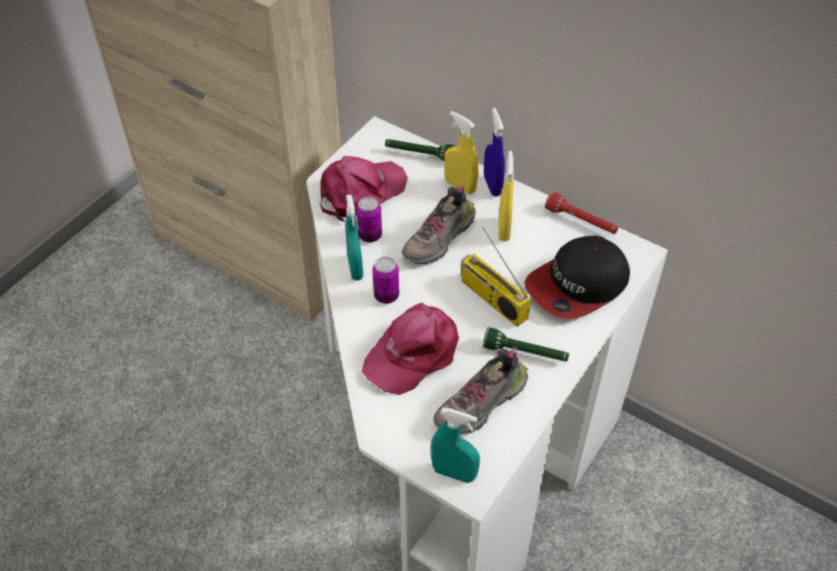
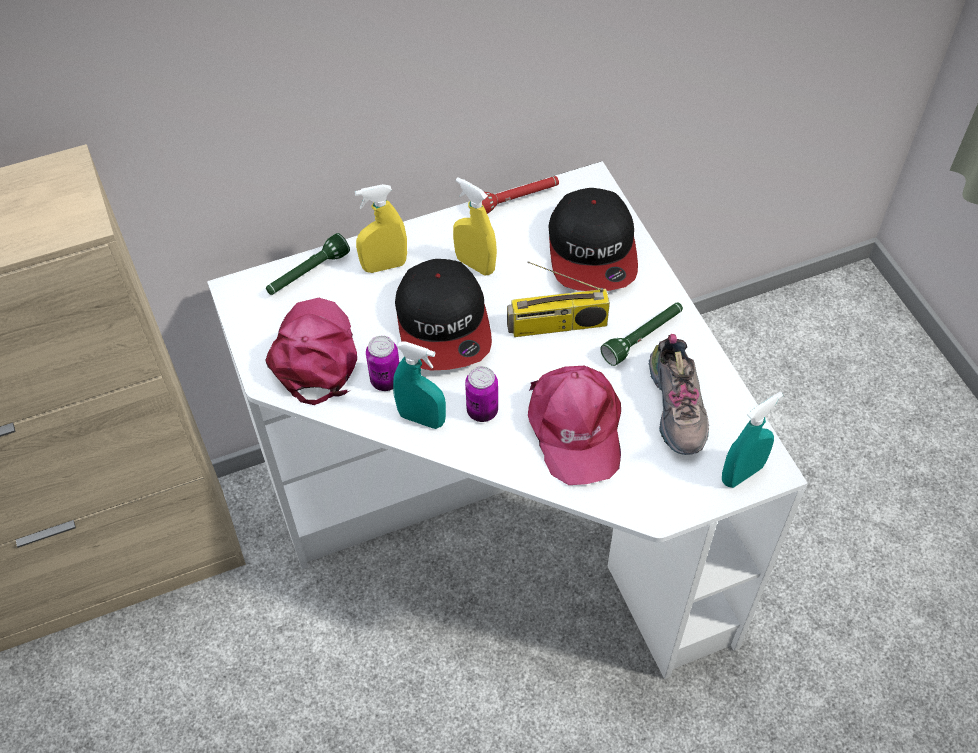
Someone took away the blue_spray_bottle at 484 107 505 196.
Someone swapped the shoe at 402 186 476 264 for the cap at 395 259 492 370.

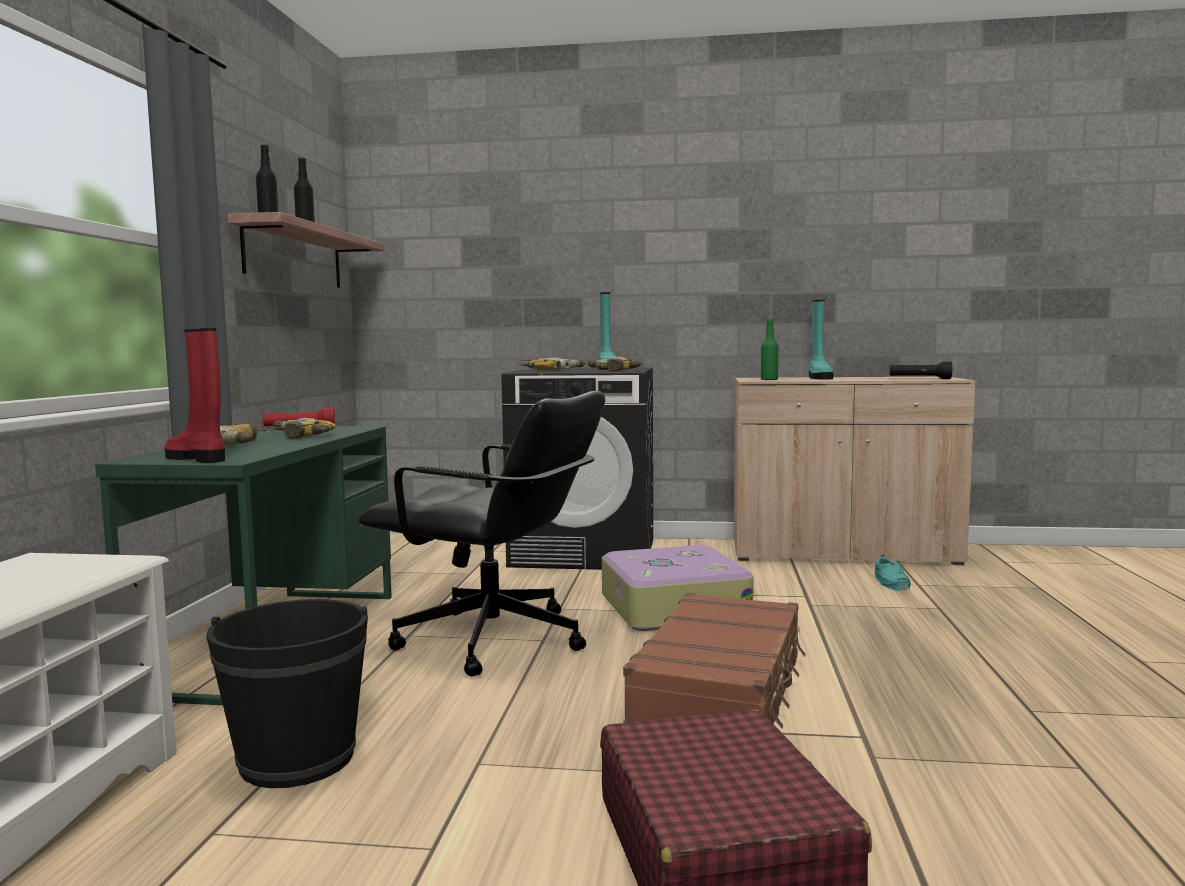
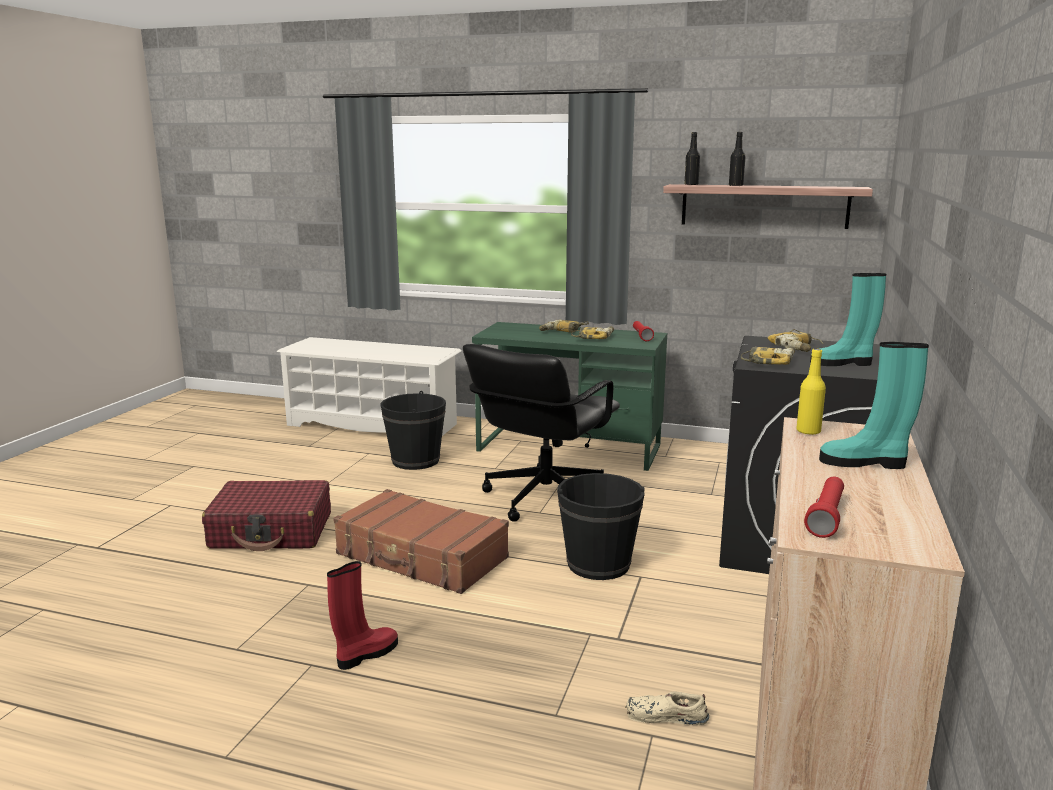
Someone repainted the green_bottle at 761 318 778 381, which became the yellow_bottle at 796 349 826 435.
Someone carried the red_boot from 165 328 225 463 to 327 561 398 670.
Someone repainted the black_flashlight at 890 361 952 379, which became the red_flashlight at 804 477 844 538.
Someone swapped the suitcase at 602 545 754 631 for the black_bucket at 557 473 645 580.
Someone repainted the turquoise_shoe at 874 554 911 591, which became the beige_shoe at 625 691 709 726.

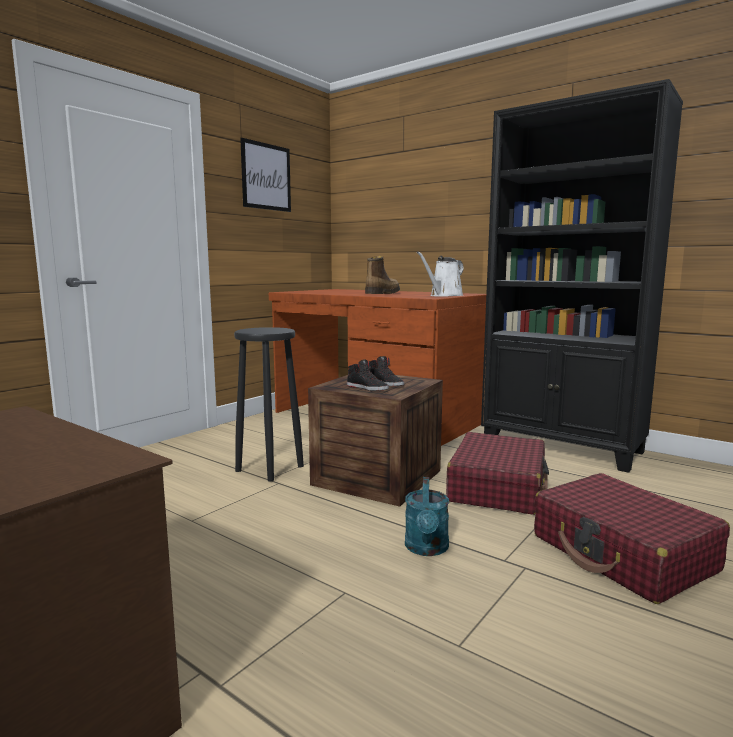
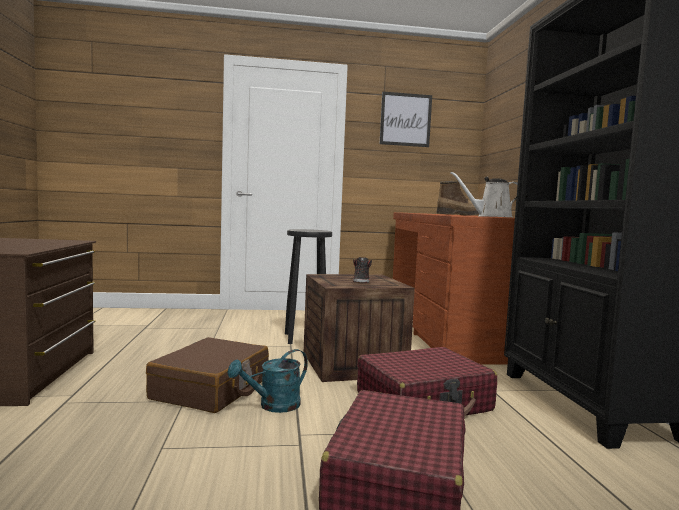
Someone took away the black_shoe at 347 360 389 391.
Someone put down the brown_suitcase at 146 337 269 413.

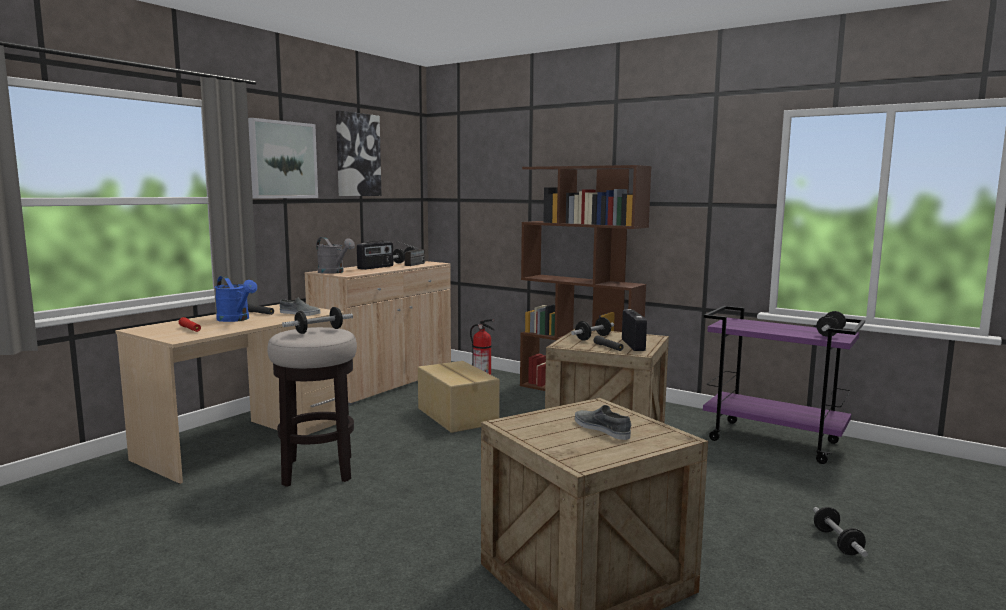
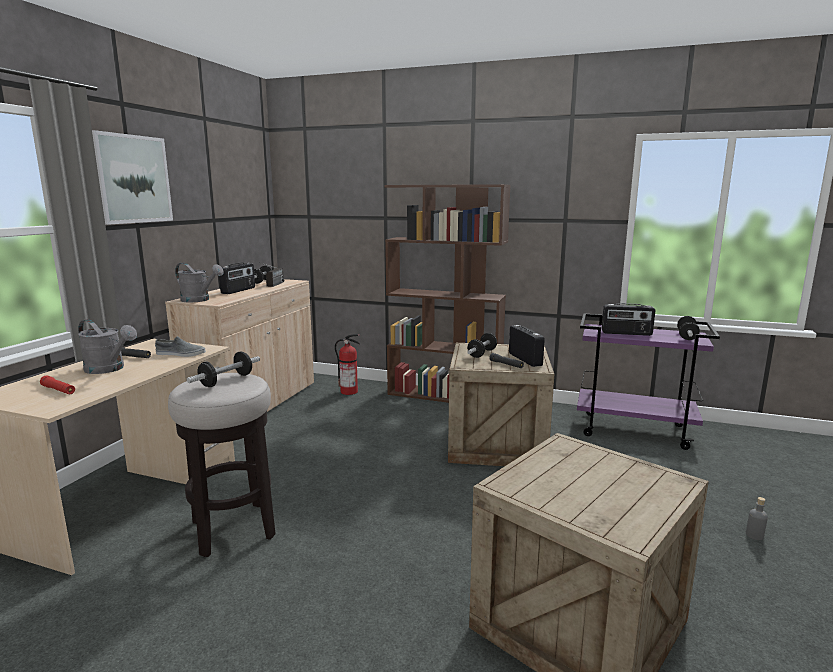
Someone took away the picture at 336 111 381 196.
Someone repainted the blue_watering_can at 215 276 257 322, which became the grey_watering_can at 78 319 137 374.
Someone took away the cardboard_box at 418 361 500 433.
Someone took away the grey_shoe at 575 405 631 440.
Someone swapped the dumbbell at 813 507 868 557 for the grey_bottle at 746 497 768 540.
Someone put down the radio at 602 303 655 336.

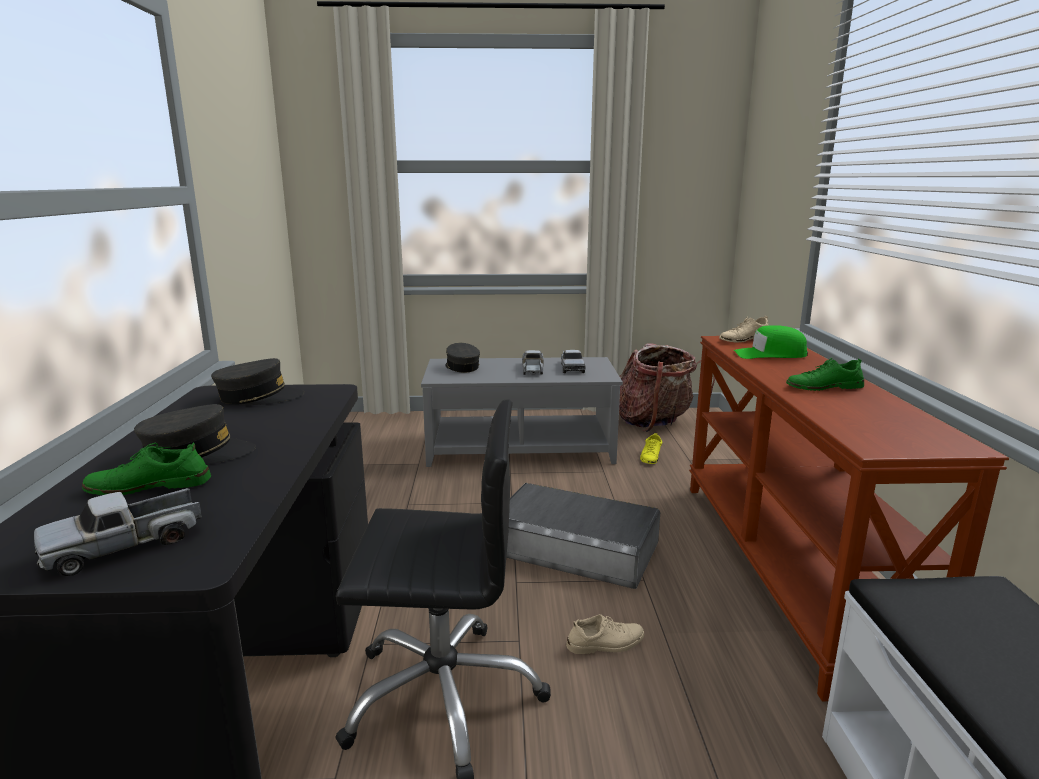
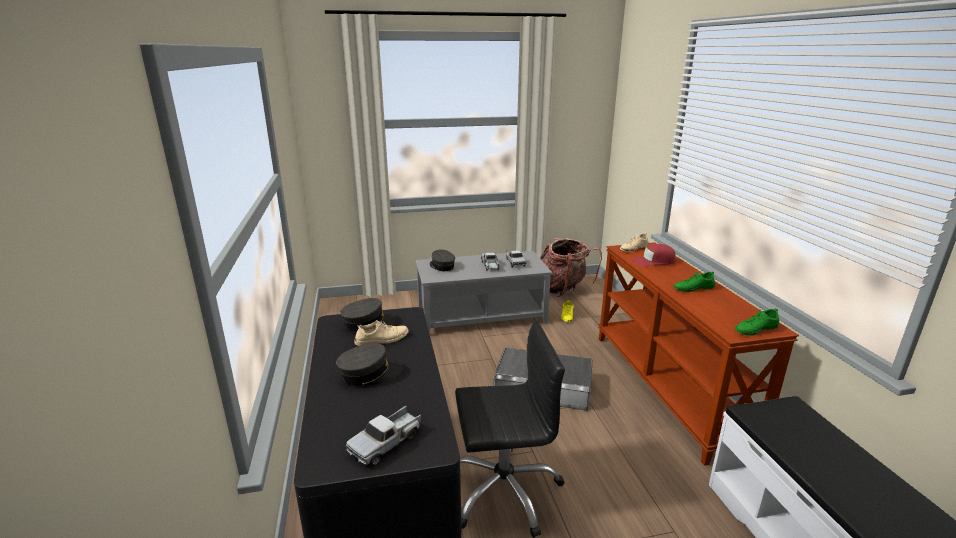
Someone repainted the green_cap at 733 325 808 359, which became the red_cap at 632 244 676 266.
Someone carried the green_shoe from 82 443 211 495 to 735 308 779 336.
Someone carried the beige_shoe from 566 614 644 654 to 354 320 409 346.

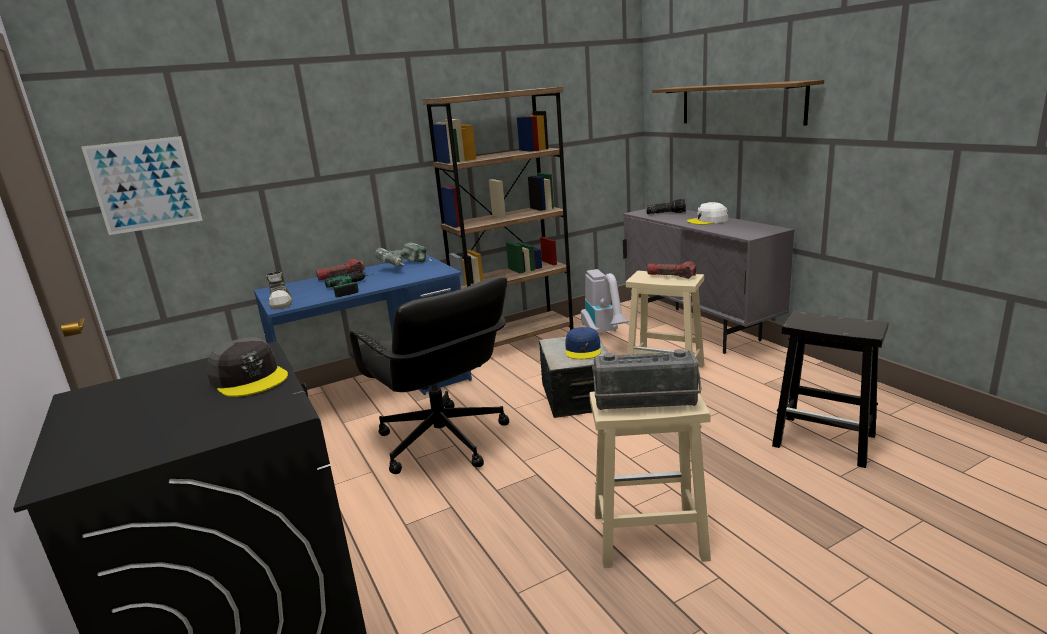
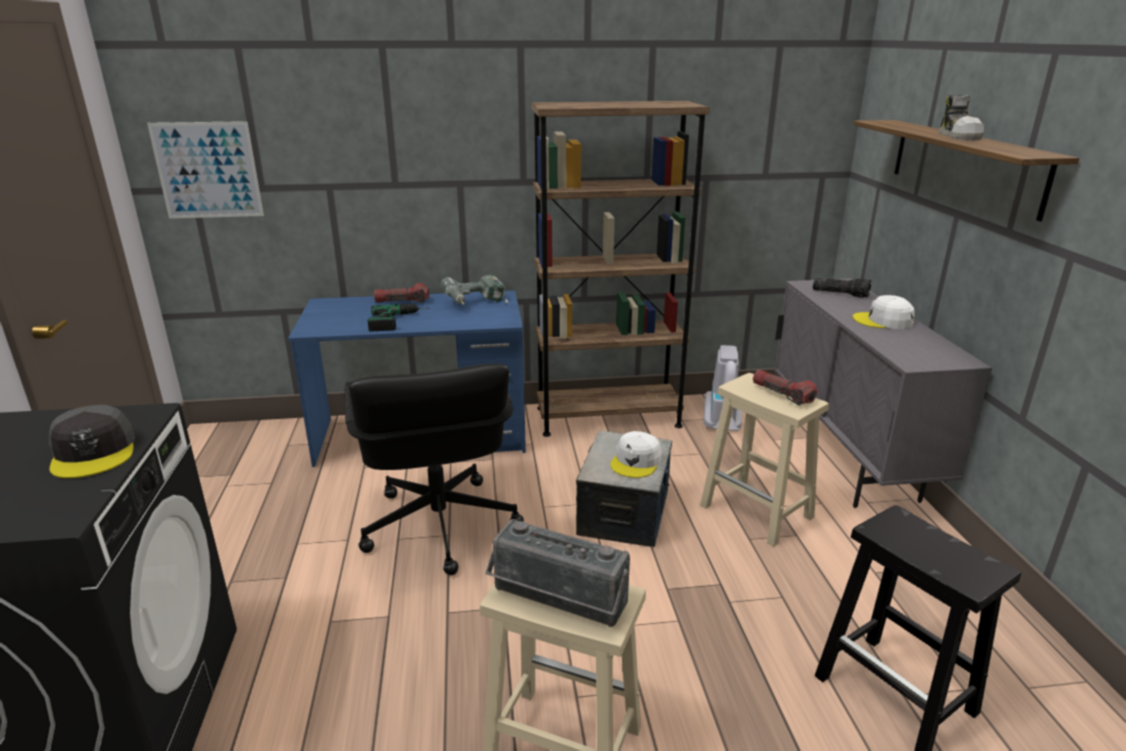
Someone carried the shoe from 266 272 292 309 to 939 95 984 140.
Someone repainted the blue_cap at 565 327 601 359, which became the white_cap at 610 431 662 478.

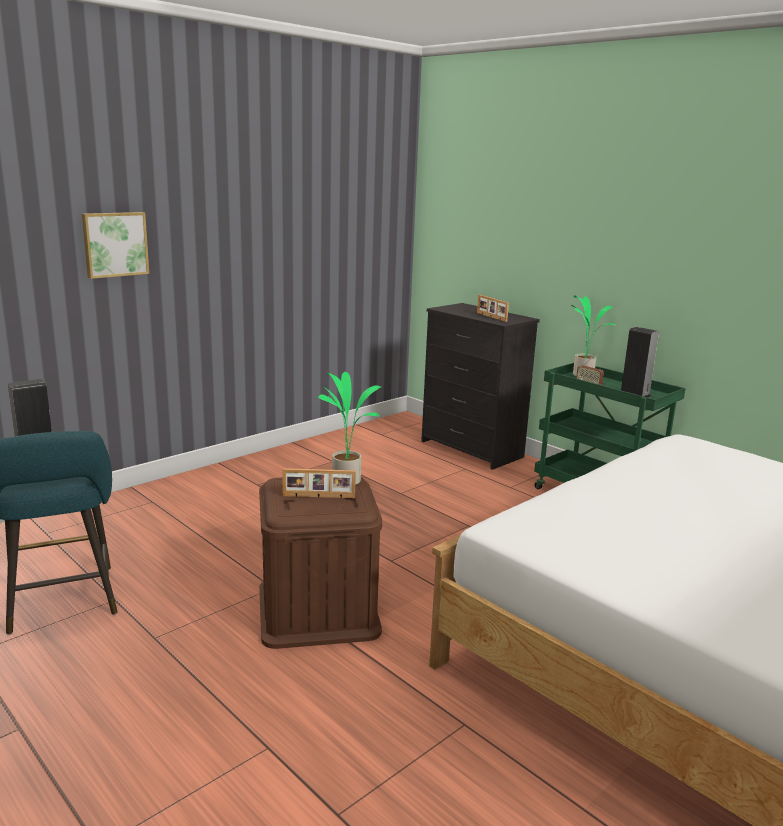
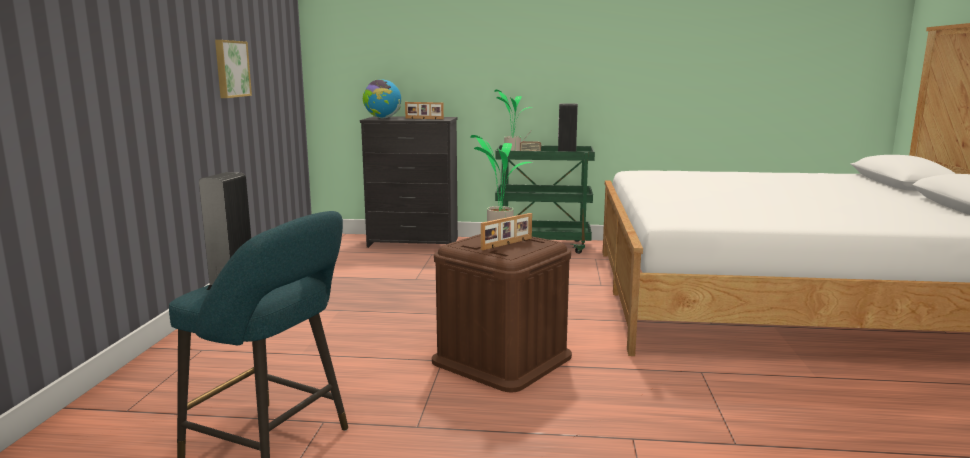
Someone carried the picture from 82 212 149 279 to 215 40 252 98.
Someone put down the globe at 363 80 401 118.

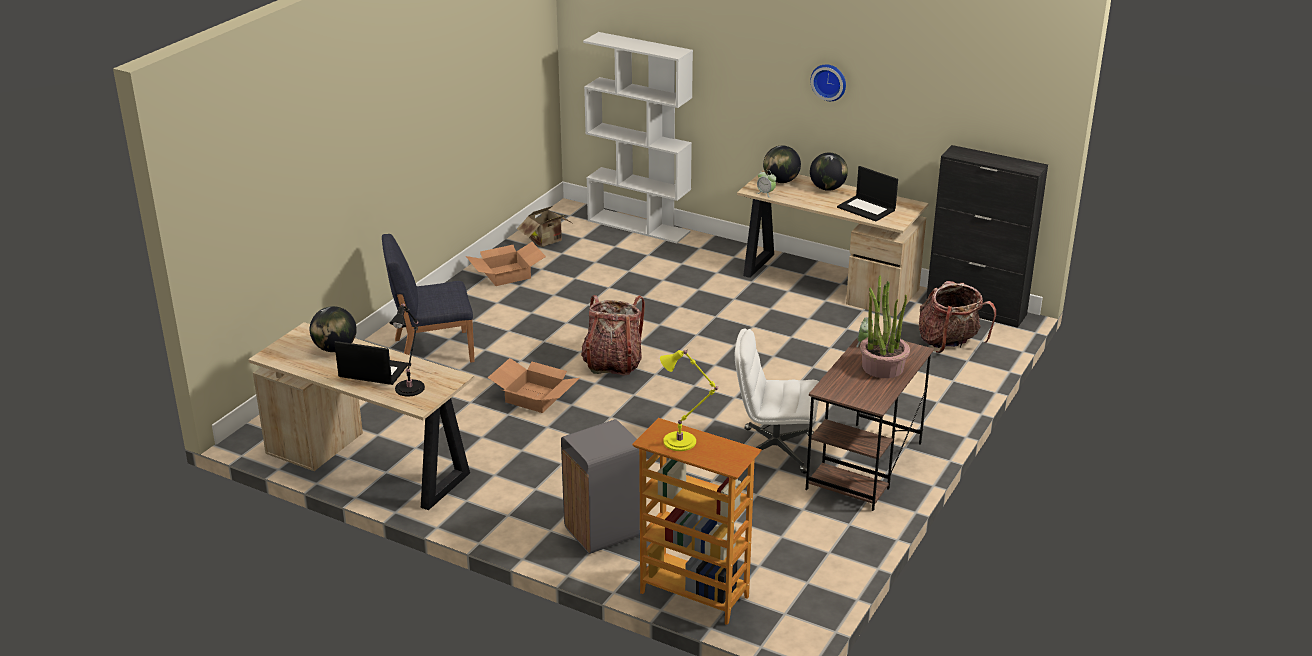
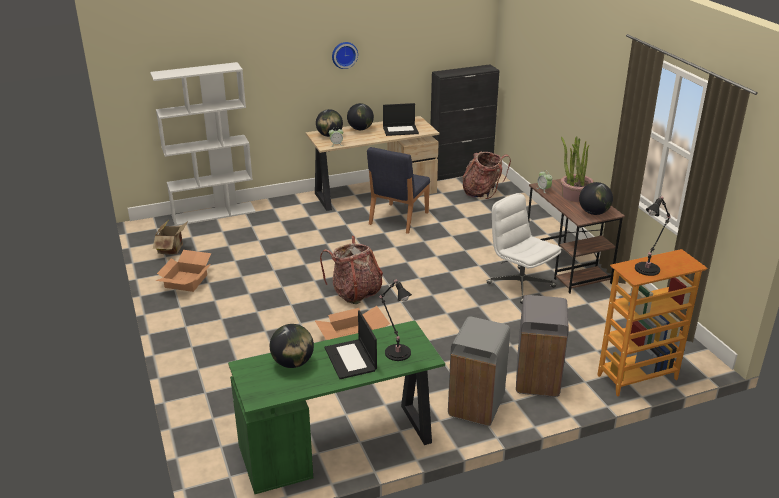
Someone carried the blue_chair from 382 234 475 363 to 367 147 430 234.
Someone repainted the beige_desk at 248 322 475 510, which became the green_desk at 228 320 445 494.
Someone rotated the white_office_chair at 735 329 819 474 by 90 degrees clockwise.
Someone rotated the laptop at 334 341 407 385 by 75 degrees counterclockwise.
Someone repainted the yellow_table_lamp at 660 350 718 451, which became the black_table_lamp at 635 196 671 276.
Someone put down the globe at 579 182 613 215.
Someone put down the grey_trash_can at 448 317 510 426.

